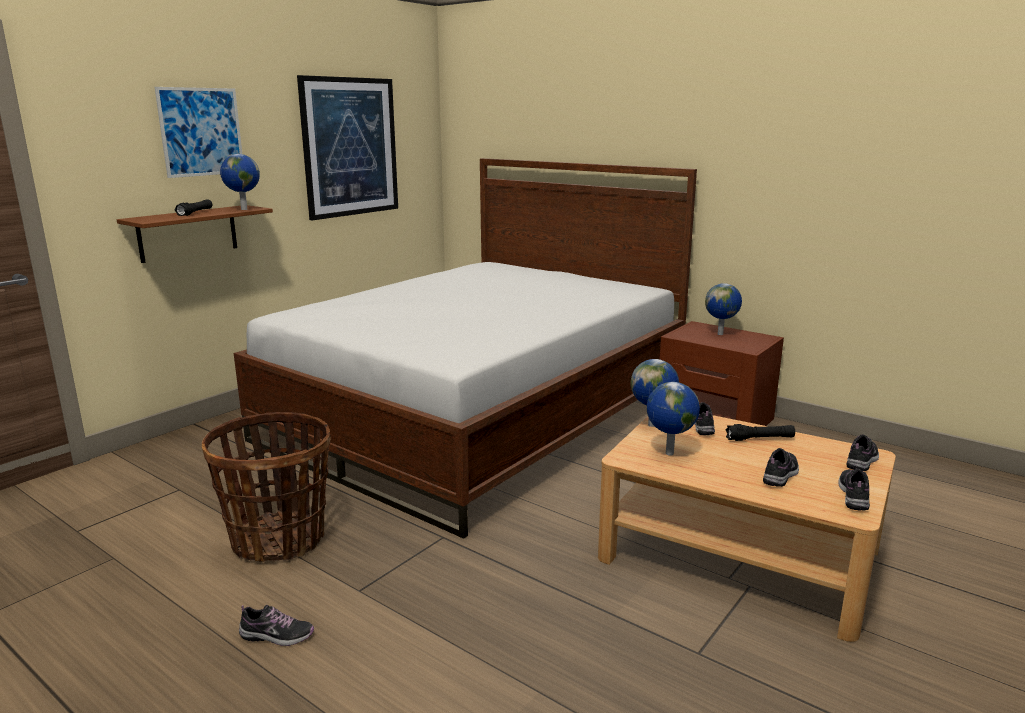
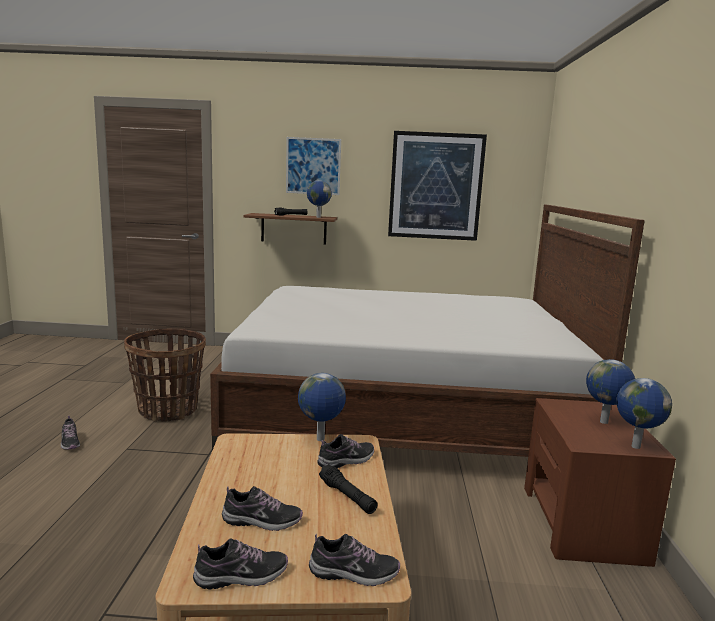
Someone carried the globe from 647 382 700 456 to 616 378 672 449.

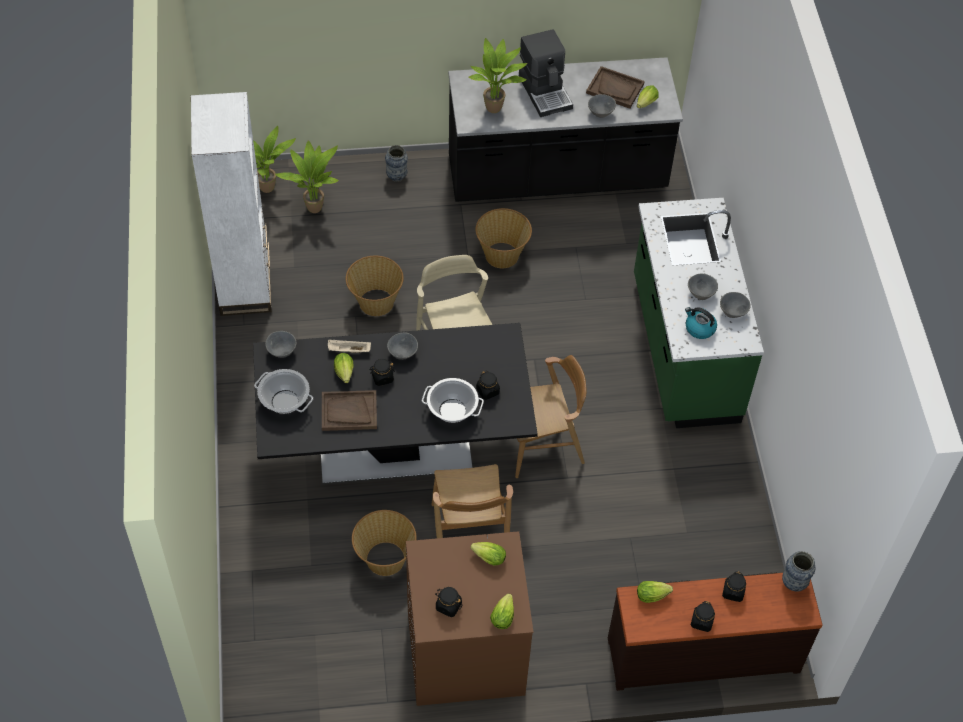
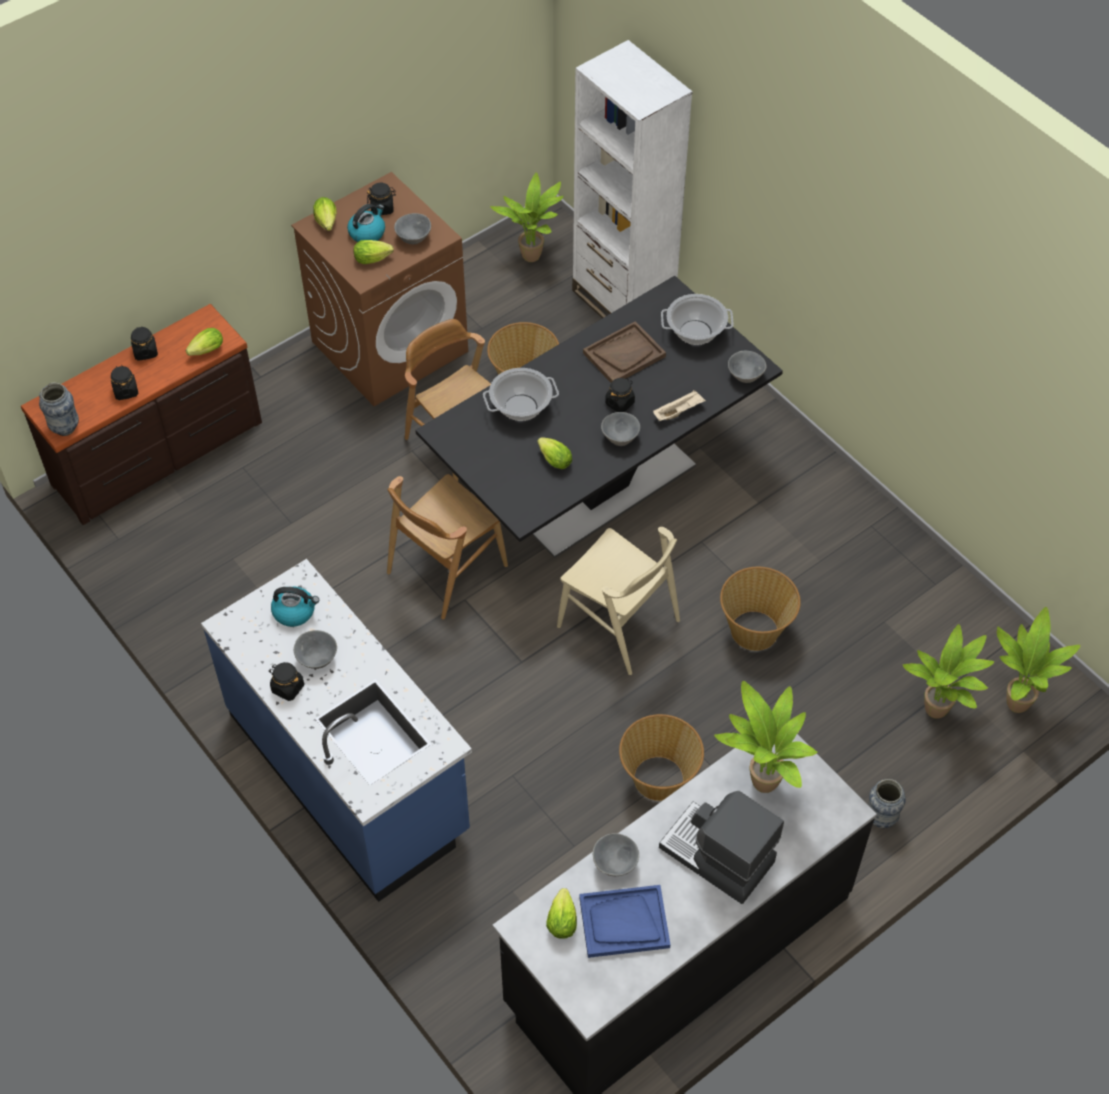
Someone repainted the brown_tray at 586 66 645 109, which became the blue_tray at 579 885 670 958.
Someone carried the white_bookcase from 191 92 272 316 to 572 40 693 318.
Someone repainted the green_counter at 634 198 764 428, which became the blue_counter at 201 559 472 902.
Someone carried the grey_bowl from 720 292 751 318 to 394 213 431 244.
Someone carried the lettuce from 334 353 353 383 to 537 437 572 469.
Someone carried the black_jar from 476 371 500 400 to 269 662 304 701.
Someone put down the potted_plant at 490 172 564 262.
Someone put down the kettle at 347 204 385 242.

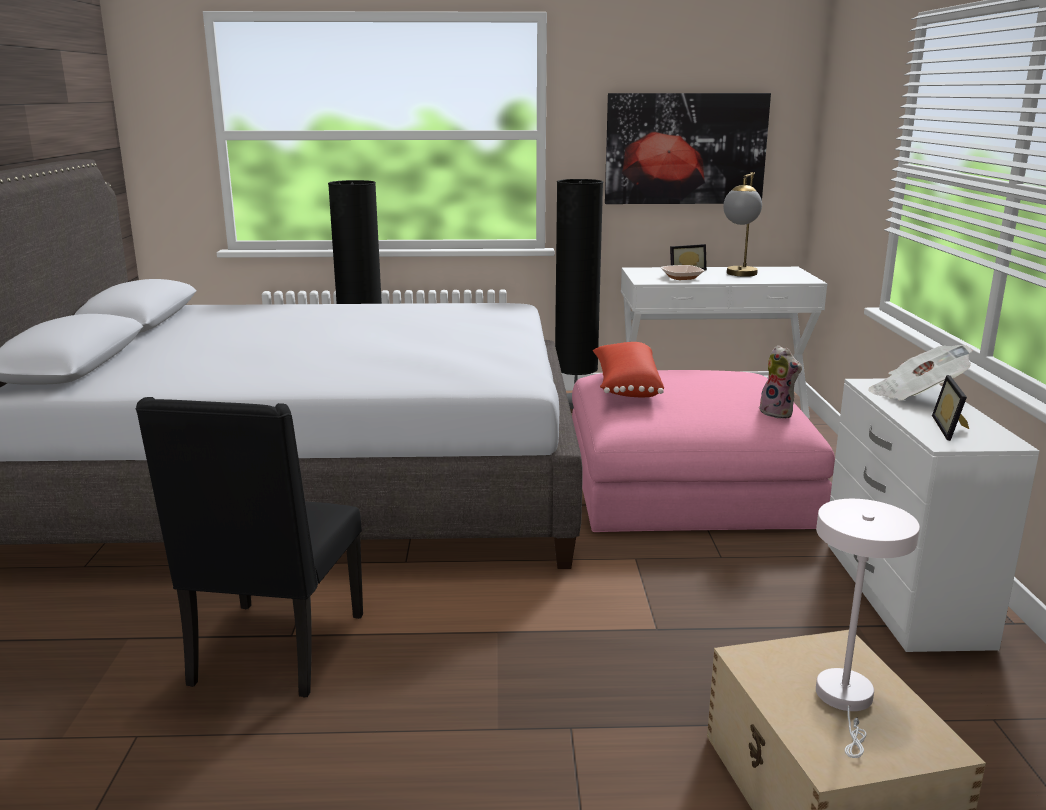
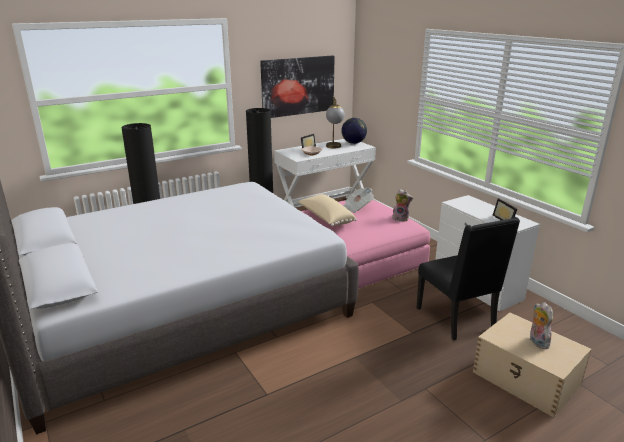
Someone repainted the red_pillow at 593 342 664 397, which became the beige_pillow at 298 194 357 226.
Someone carried the newspaper from 868 345 973 401 to 343 188 374 213.
Someone carried the black_chair from 136 397 363 697 to 417 217 520 340.
Someone swapped the white_table_lamp at 816 499 920 758 for the plush_toy at 530 302 553 349.
Someone put down the globe at 341 118 367 144.

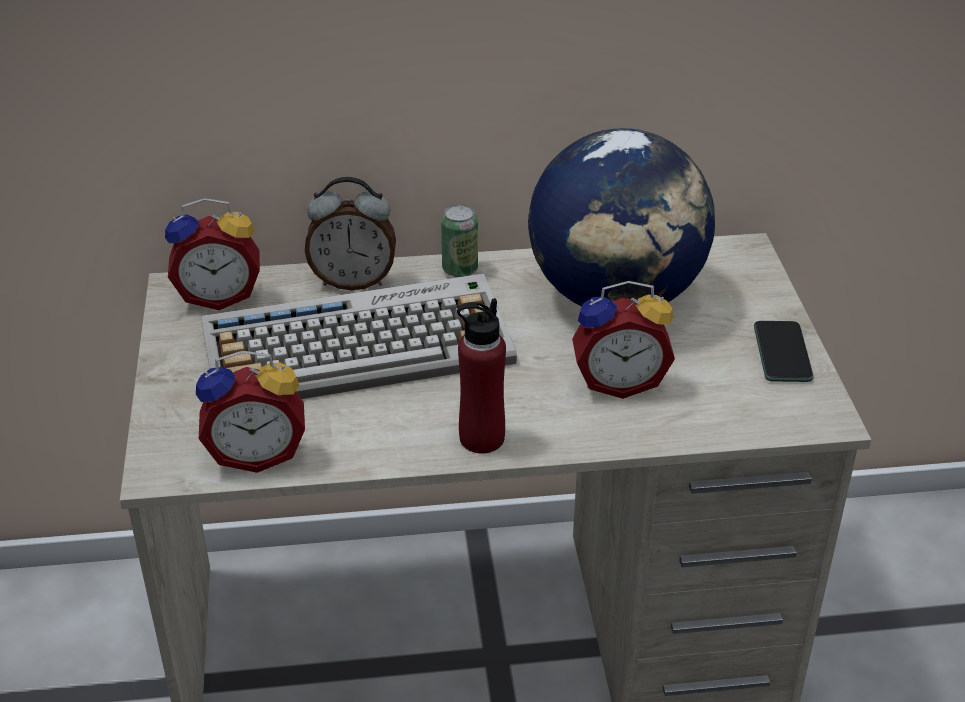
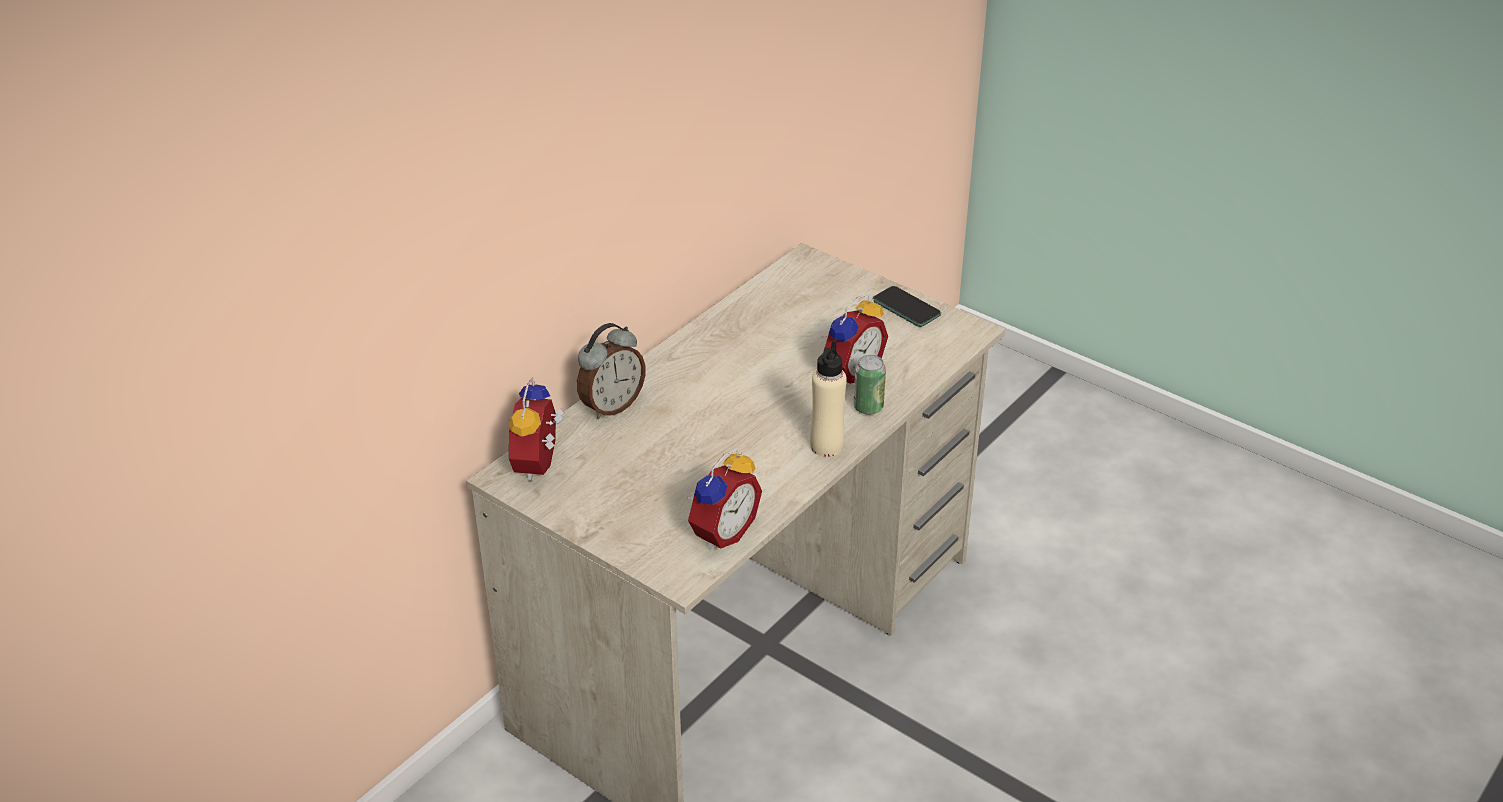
Someone took away the globe at 528 128 715 306.
Someone rotated the alarm_clock at 165 198 260 310 by 150 degrees clockwise.
Someone carried the can from 441 204 478 277 to 854 355 886 415.
Someone took away the keyboard at 201 273 517 399.
Someone repainted the red_bottle at 457 298 506 454, which became the beige_bottle at 810 340 847 457.

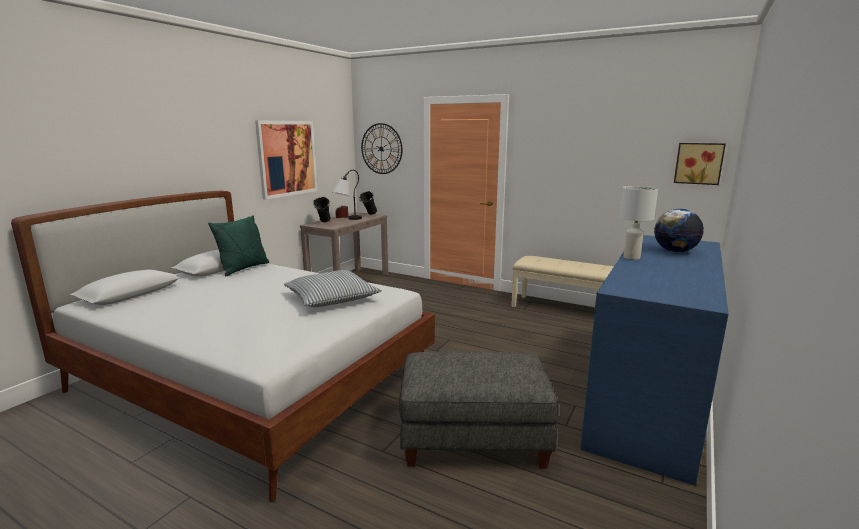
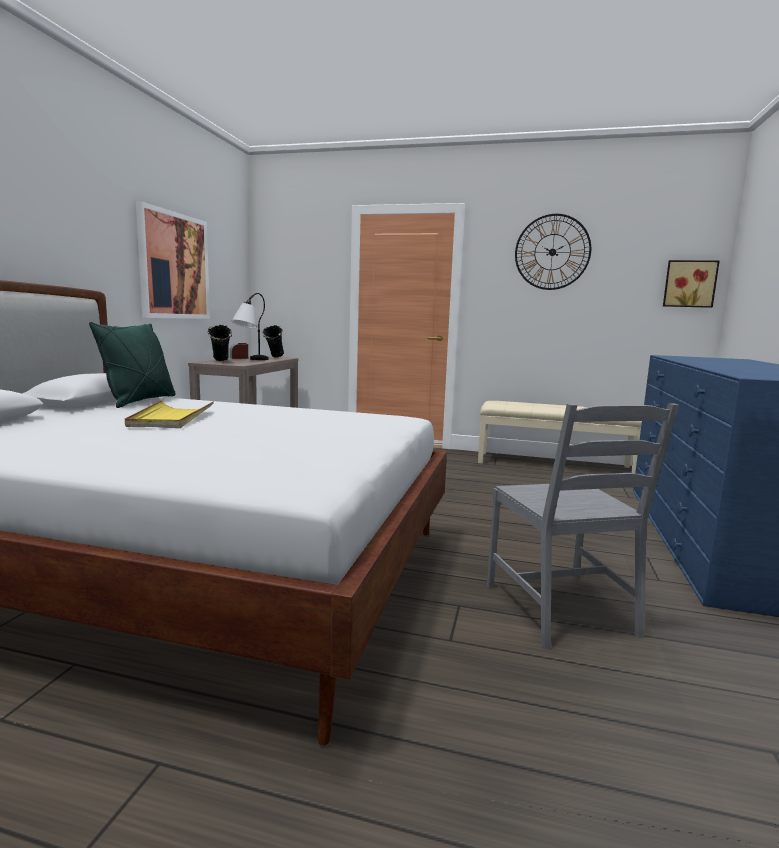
Someone carried the wall_clock from 361 123 402 174 to 515 214 591 290.
Someone took away the white_table_lamp at 620 186 658 260.
Someone took away the globe at 654 209 704 252.
Someone took away the pillow at 284 270 382 307.
Someone swapped the grey_ottoman at 399 351 559 469 for the grey_chair at 487 403 679 650.
Someone put down the yellow_tray at 125 400 214 428.

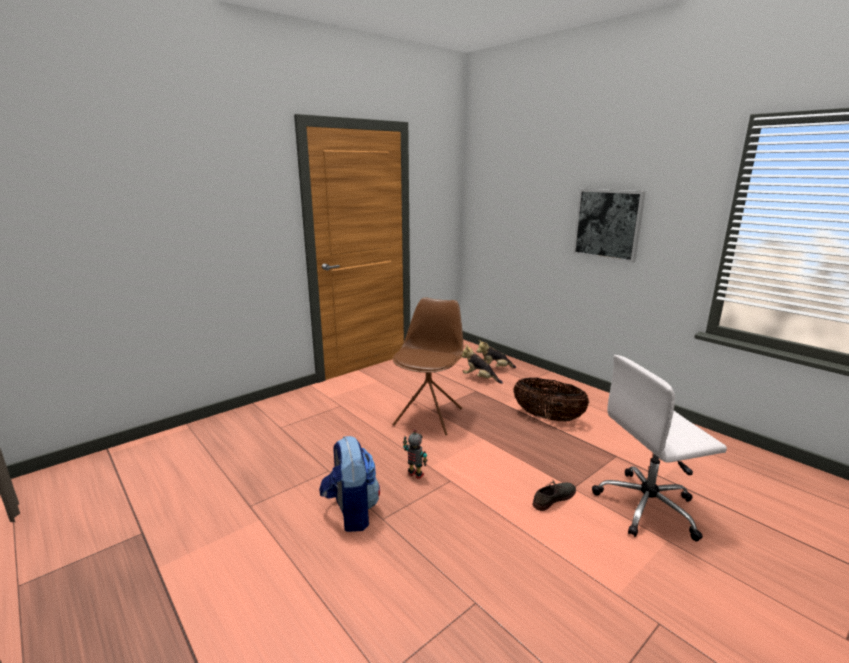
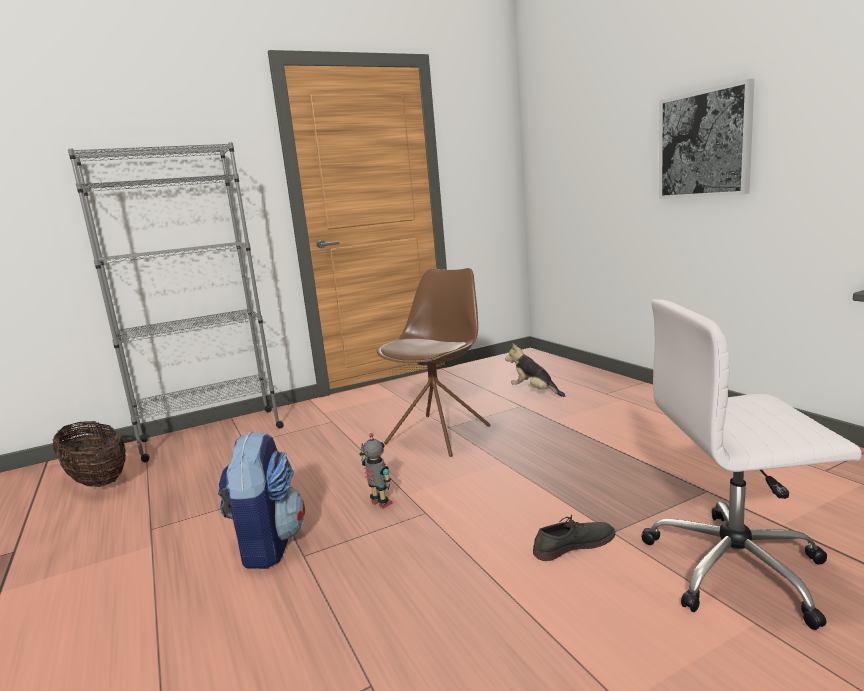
Someone took away the plush_toy at 476 340 516 368.
Someone carried the basket from 513 378 590 421 to 53 421 126 487.
Someone put down the grey_bookcase at 68 142 284 462.

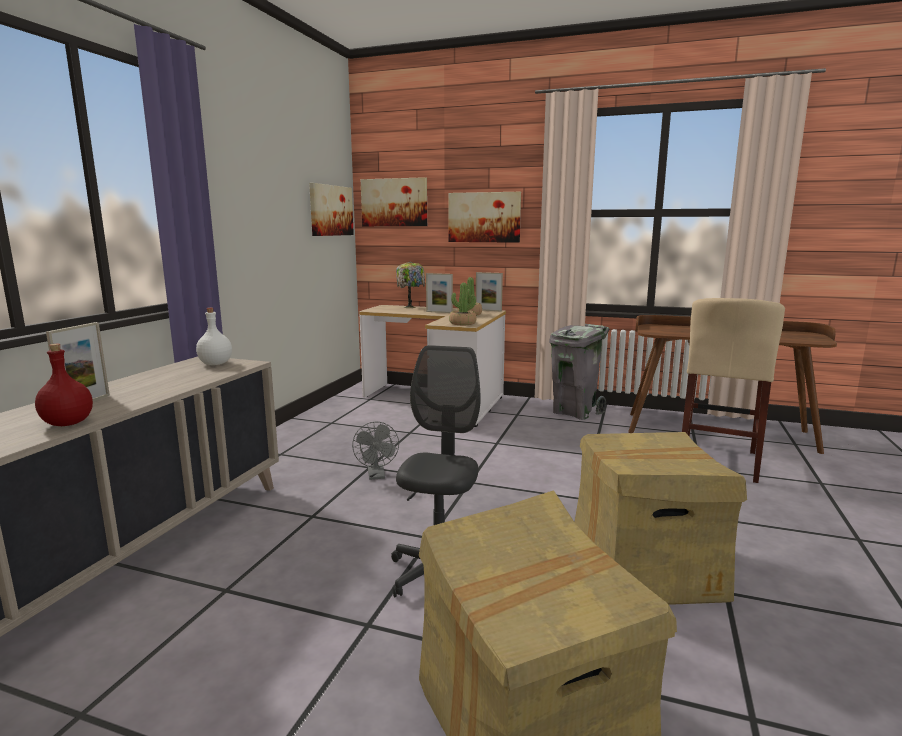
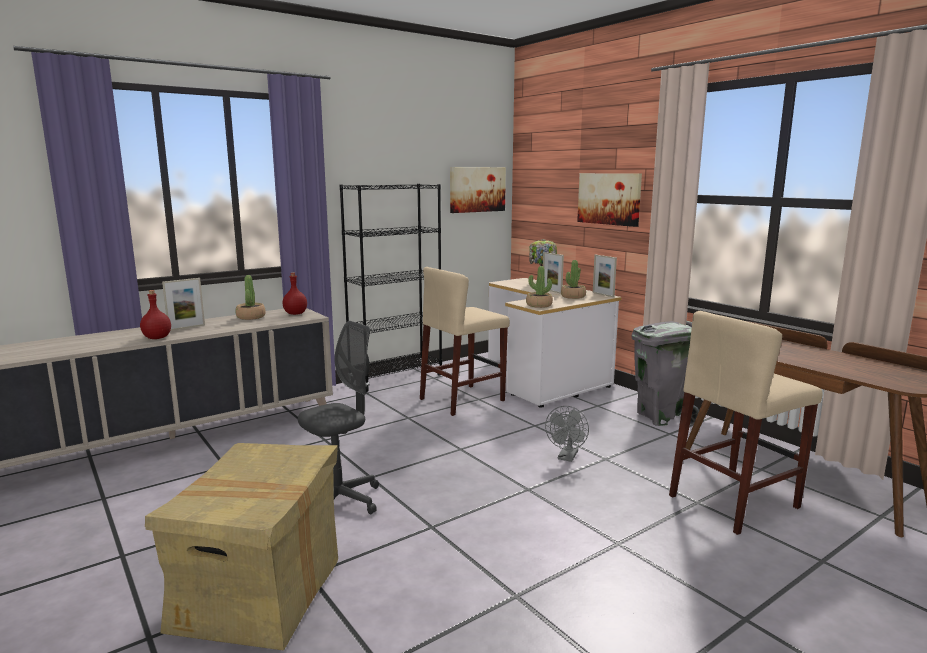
Someone took away the picture at 361 177 427 226.
Someone repainted the white_bottle at 196 308 232 365, which became the red_bottle at 283 273 307 315.
Someone carried the grey_fan from 352 422 399 480 to 545 406 589 462.
Someone took away the cardboard_box at 575 432 747 605.
Someone put down the black_bookcase at 340 184 442 392.
Someone put down the beige_stool at 420 267 510 416.
Someone put down the potted_plant at 236 275 266 320.

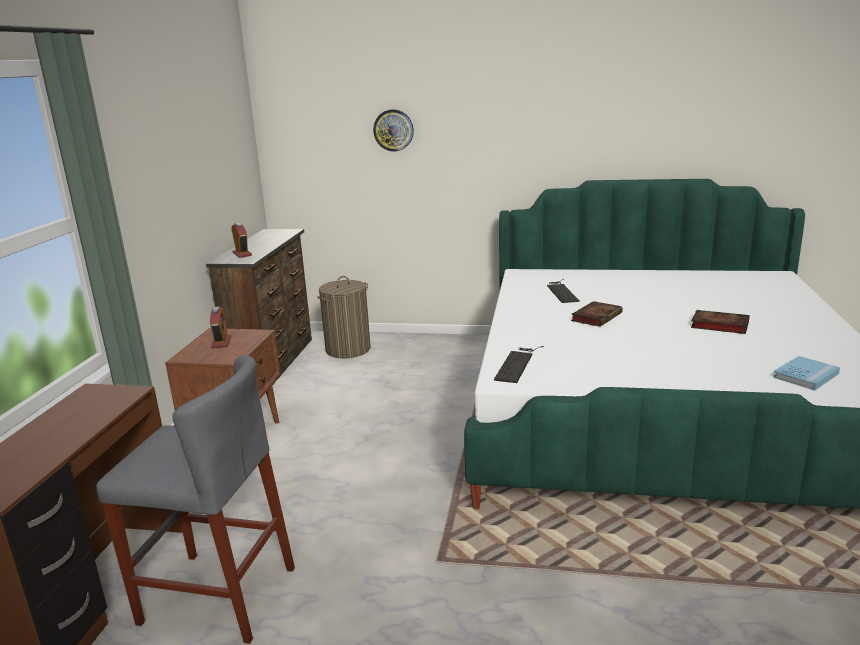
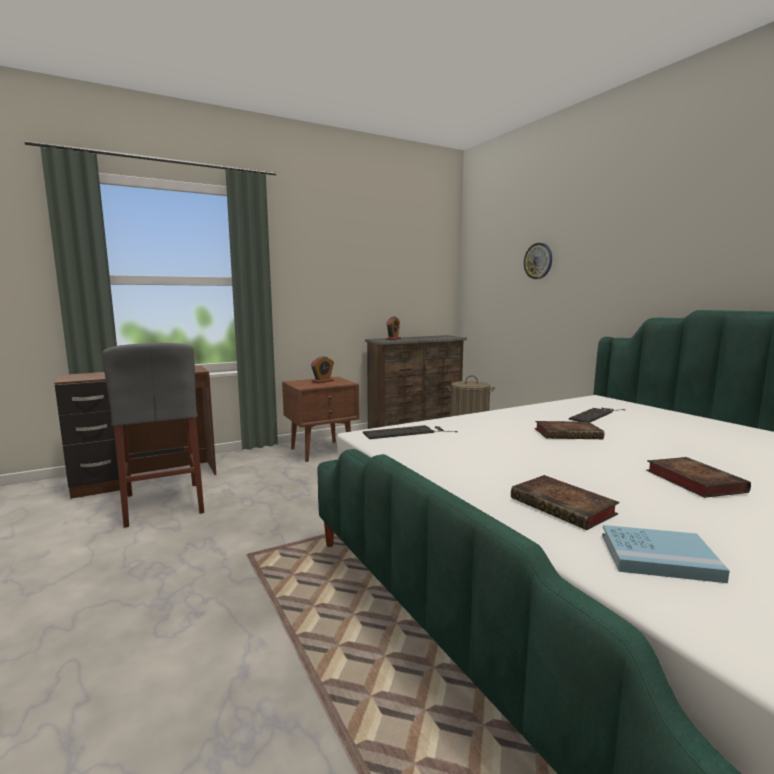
Someone put down the book at 511 475 619 530.

